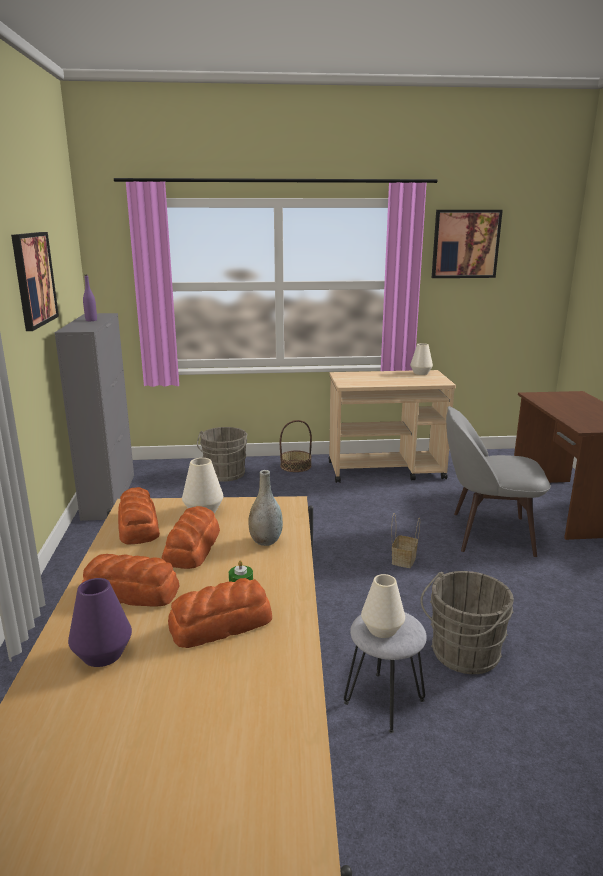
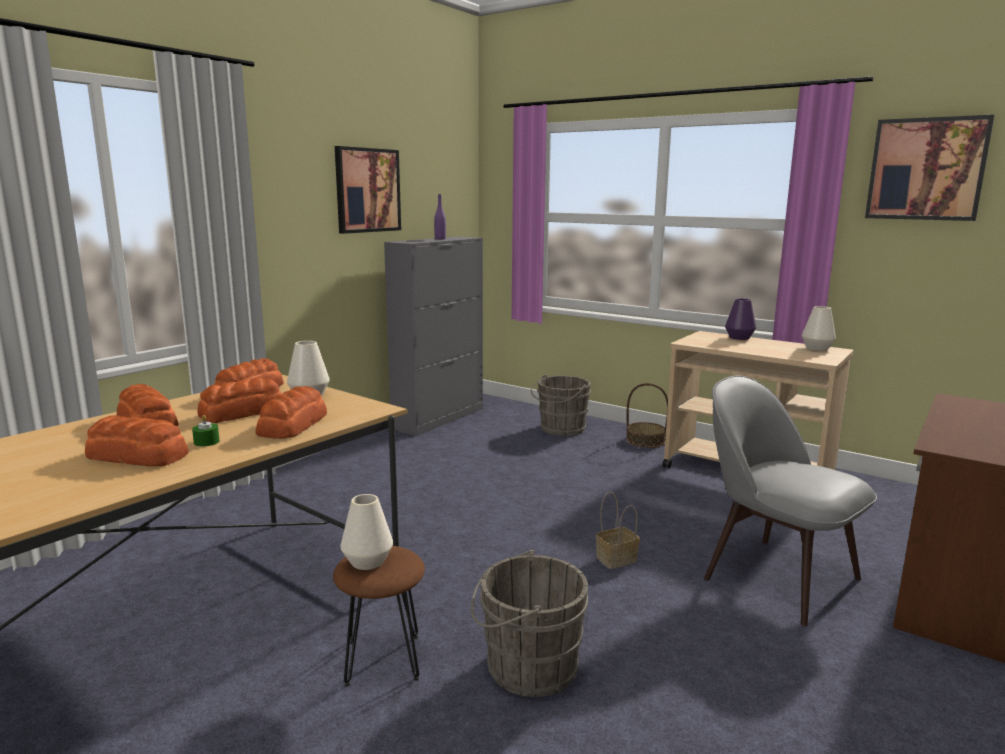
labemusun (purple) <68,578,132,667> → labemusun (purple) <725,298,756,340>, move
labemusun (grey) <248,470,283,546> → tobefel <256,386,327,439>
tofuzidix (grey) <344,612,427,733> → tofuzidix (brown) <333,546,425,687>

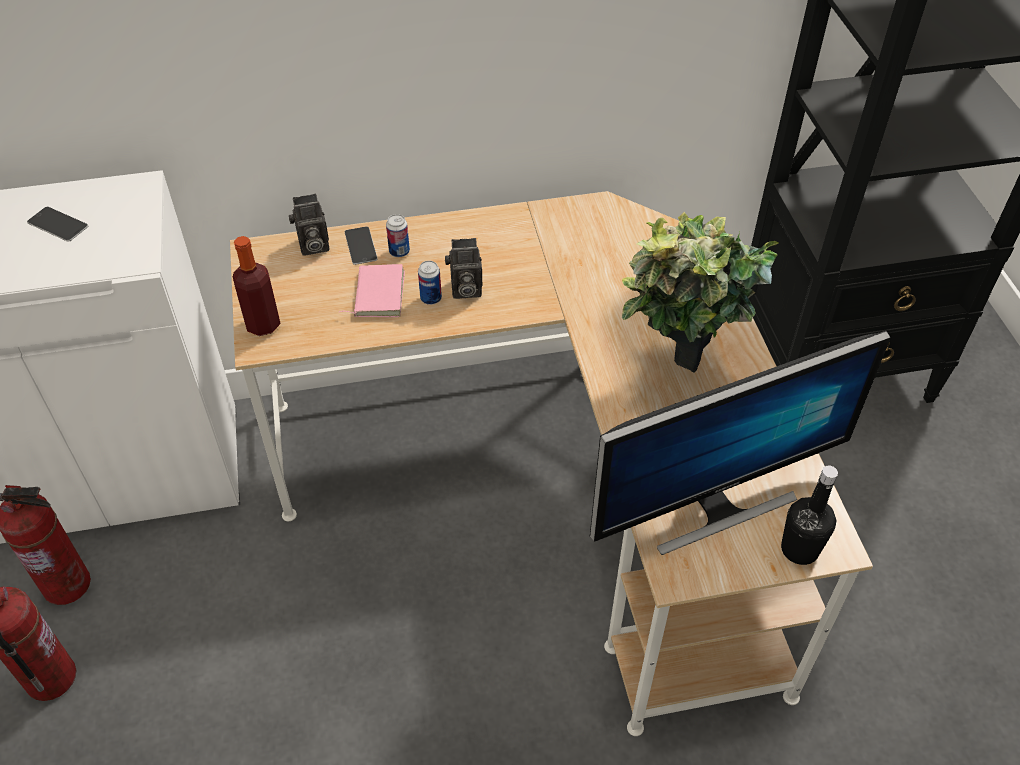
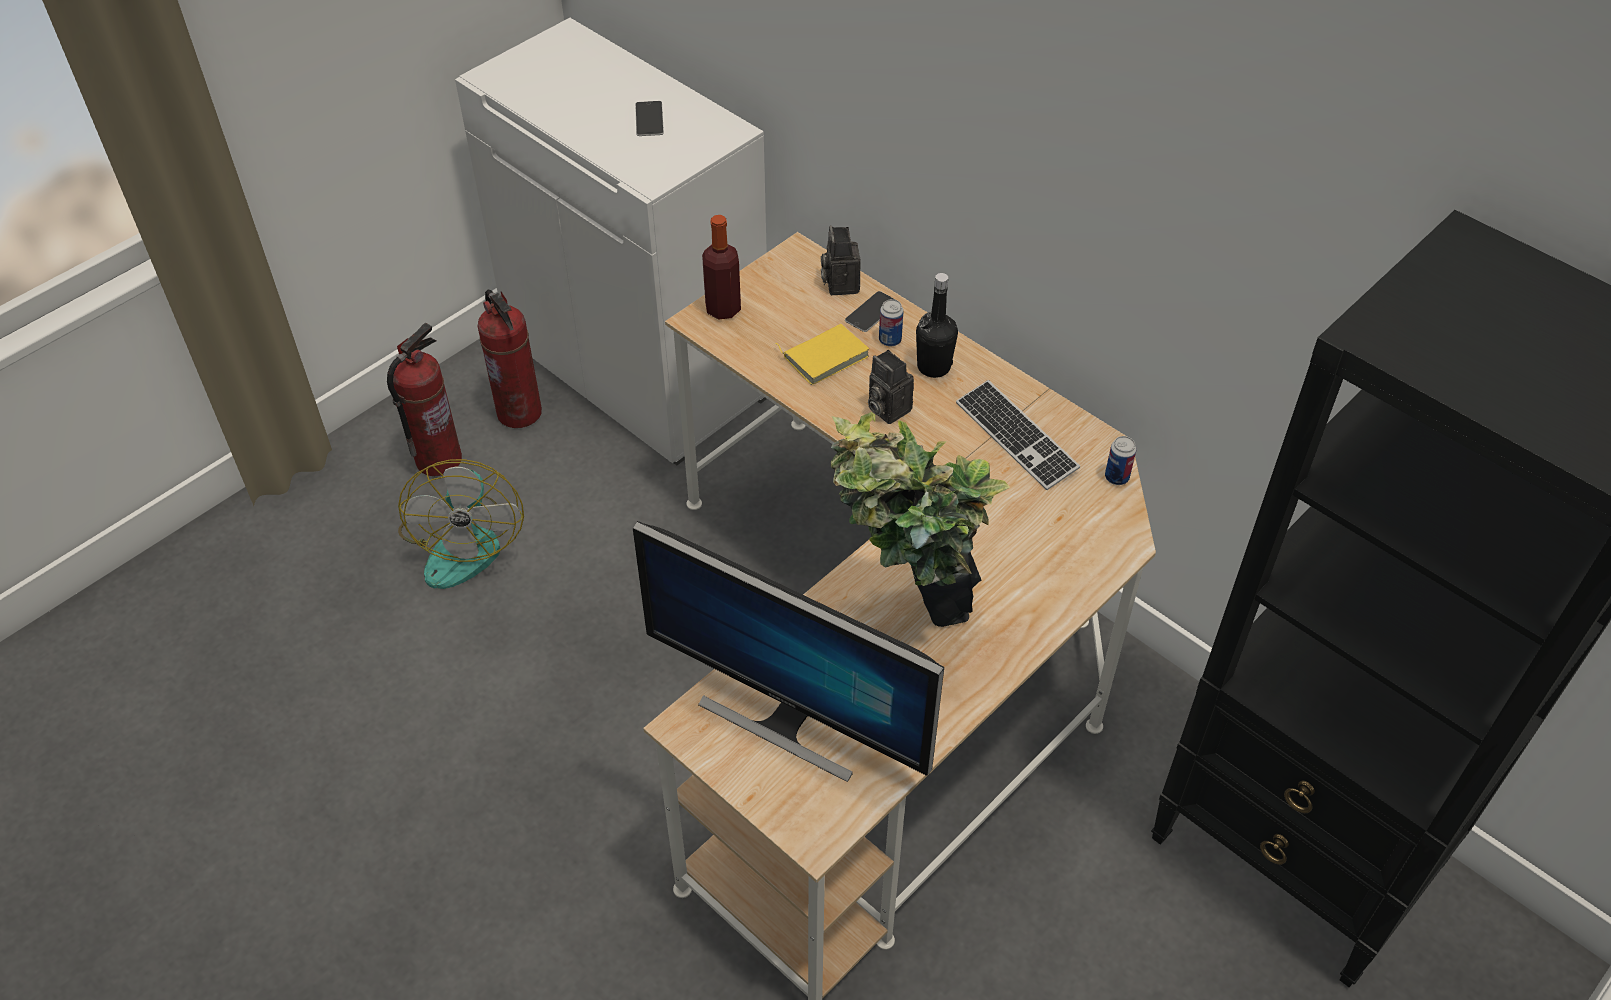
- → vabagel <398,459,524,589>
- → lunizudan <956,380,1080,490>
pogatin <418,261,442,305> → pogatin <1105,436,1136,485>, move
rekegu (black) <781,465,838,565> → rekegu (black) <916,273,958,378>, move
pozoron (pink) <339,264,405,317> → pozoron (yellow) <775,324,869,385>
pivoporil <289,193,329,255> → pivoporil <821,225,861,295>, 45 degrees clockwise

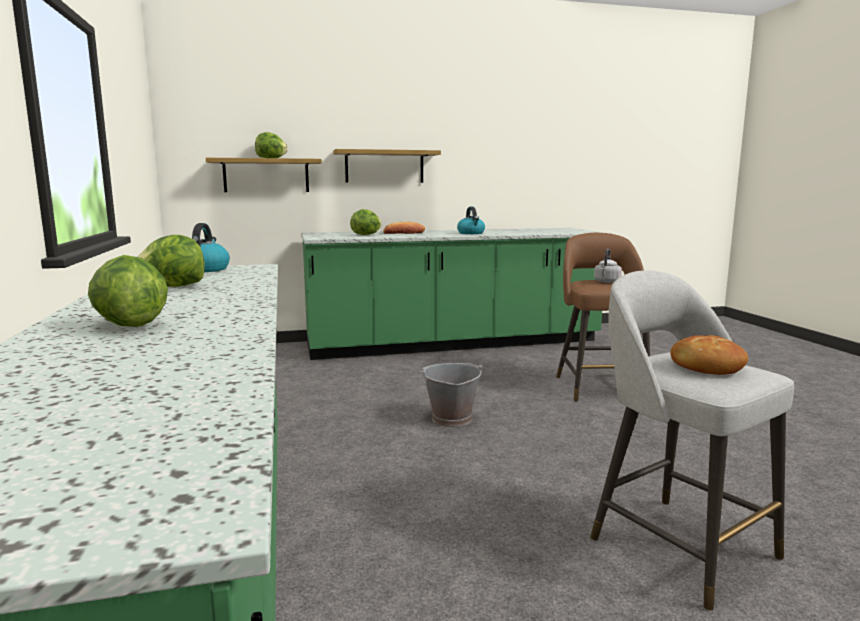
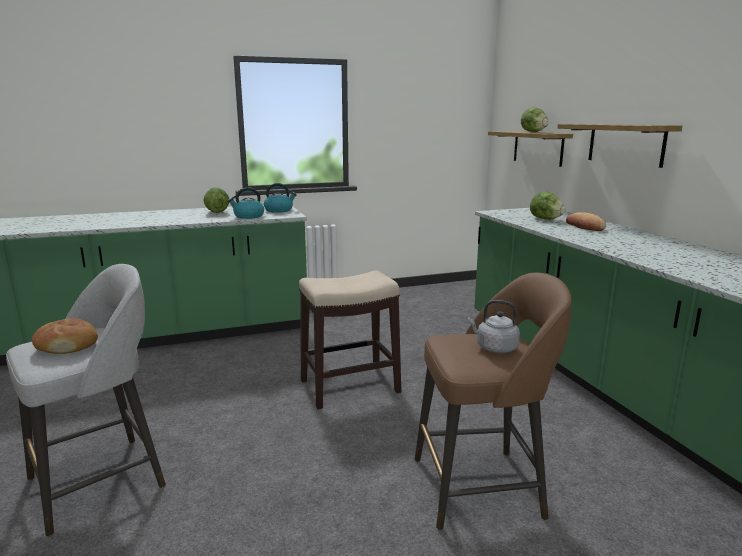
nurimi <88,255,168,327> → -
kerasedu <457,207,485,234> → kerasedu <228,187,264,219>, move
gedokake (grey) <420,363,483,427> → tofuzidix <299,270,401,409>

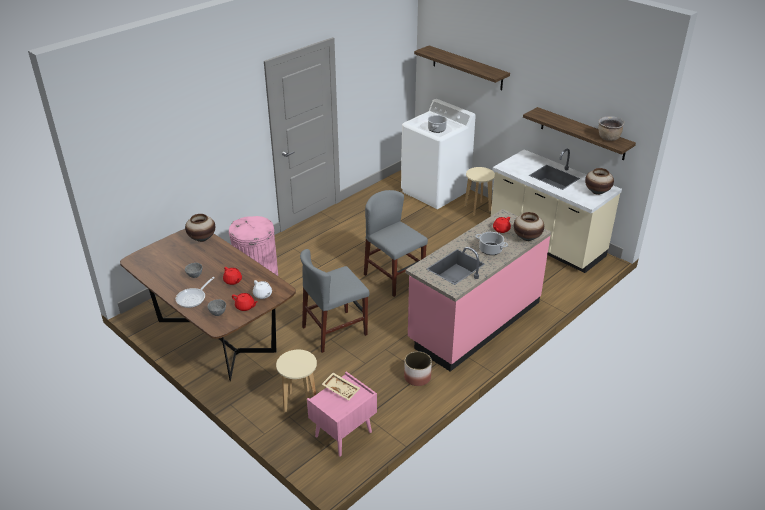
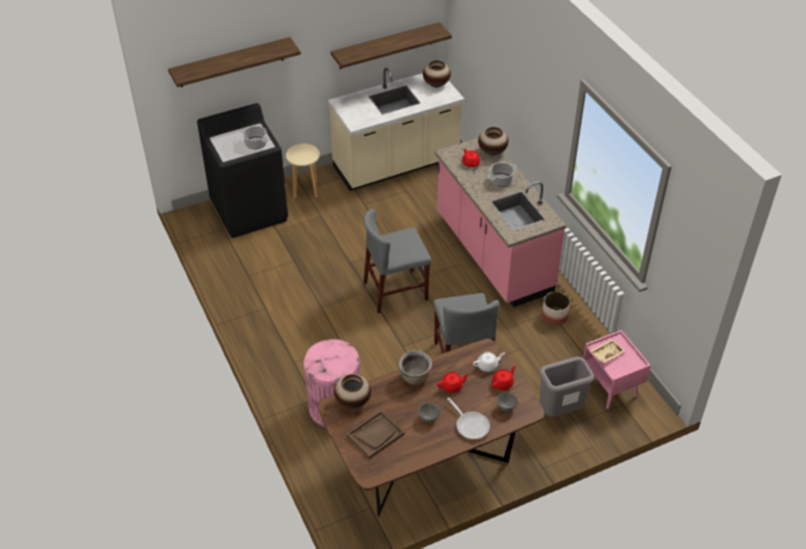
- → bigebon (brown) <347,410,405,459>
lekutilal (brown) <598,116,625,141> → lekutilal (brown) <399,350,432,385>, move
tofuzidix (beige) <276,350,317,413> → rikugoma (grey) <540,357,594,417>
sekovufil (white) <401,99,476,209> → sekovufil (black) <197,103,288,238>

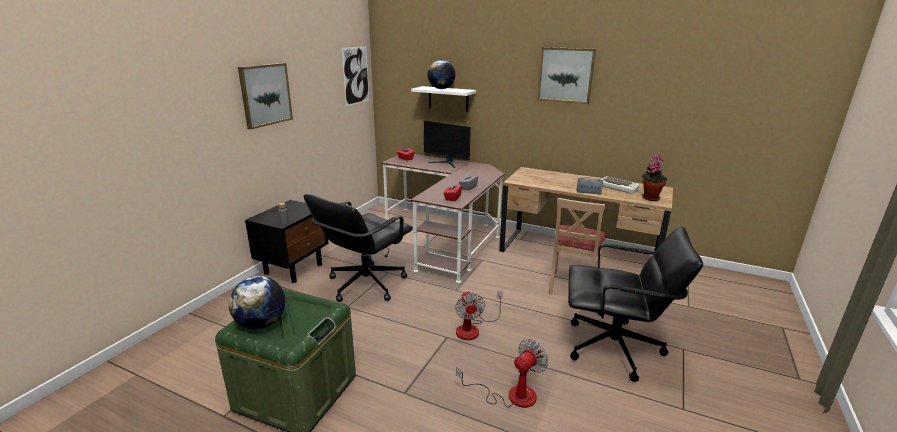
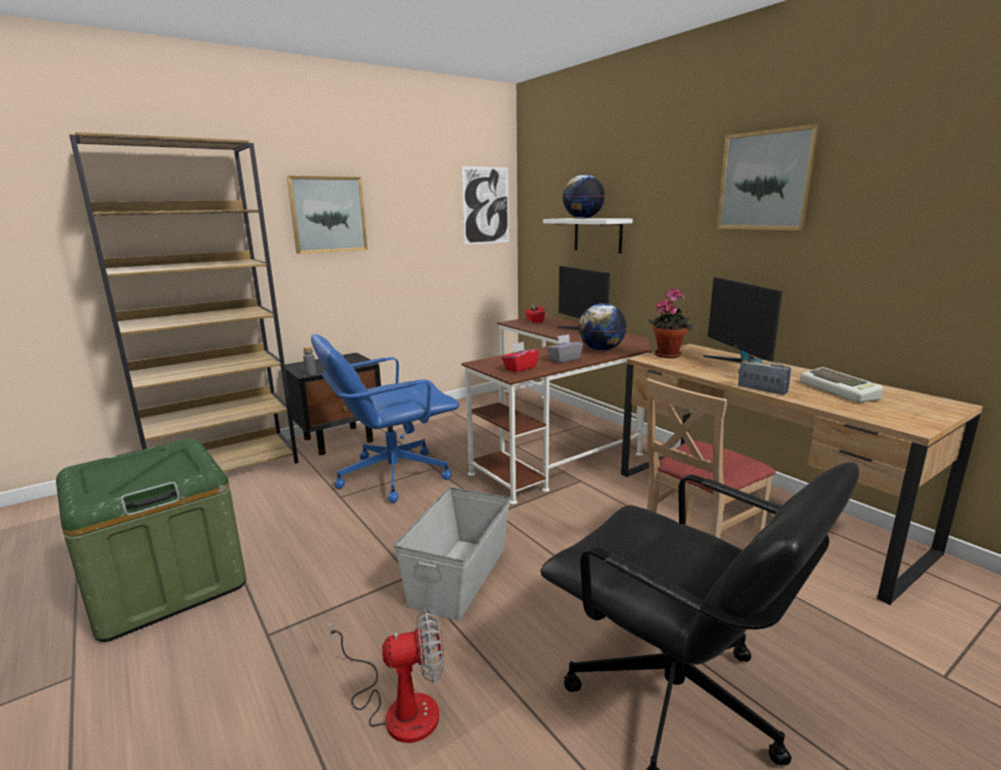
- → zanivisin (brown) <69,132,298,472>
- → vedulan <703,277,783,373>
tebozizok <229,276,285,329> → tebozizok <578,303,626,351>, move
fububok <642,154,667,201> → fububok <649,288,693,358>, move
vabagel <455,291,503,340> → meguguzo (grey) <394,487,510,621>
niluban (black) <304,194,413,302> → niluban (blue) <311,334,459,503>

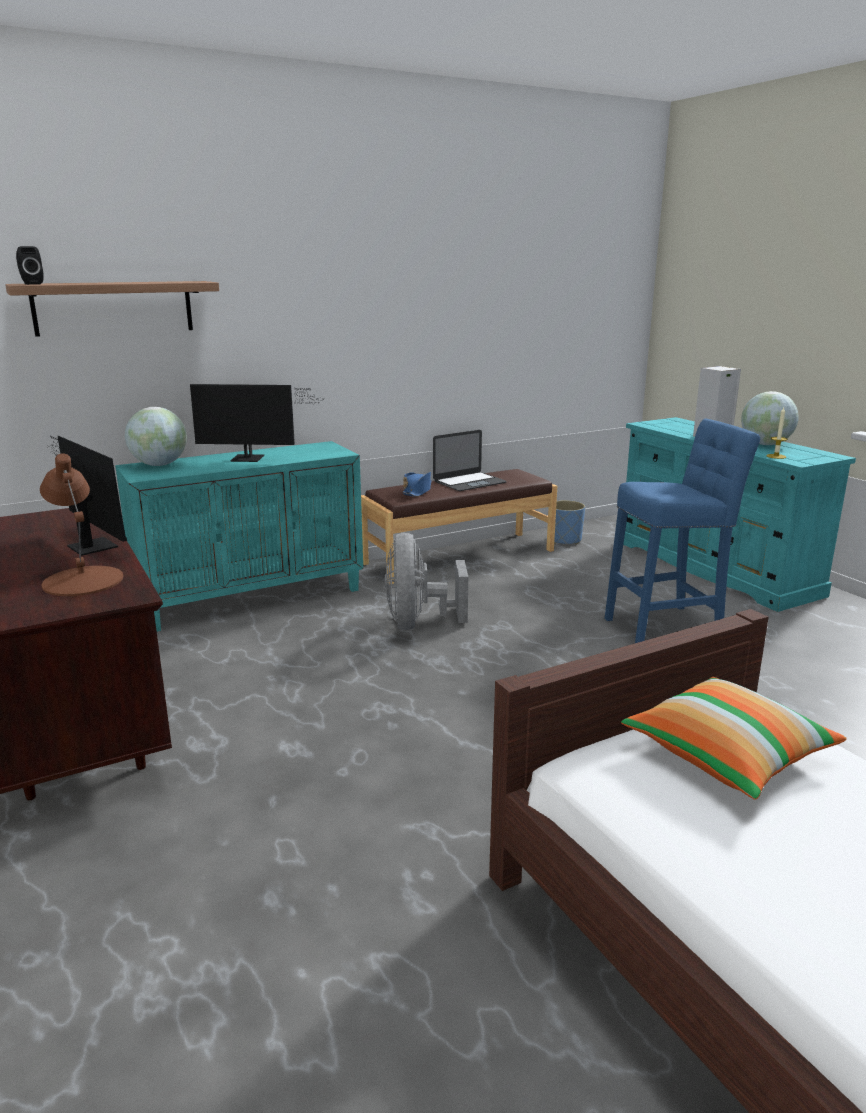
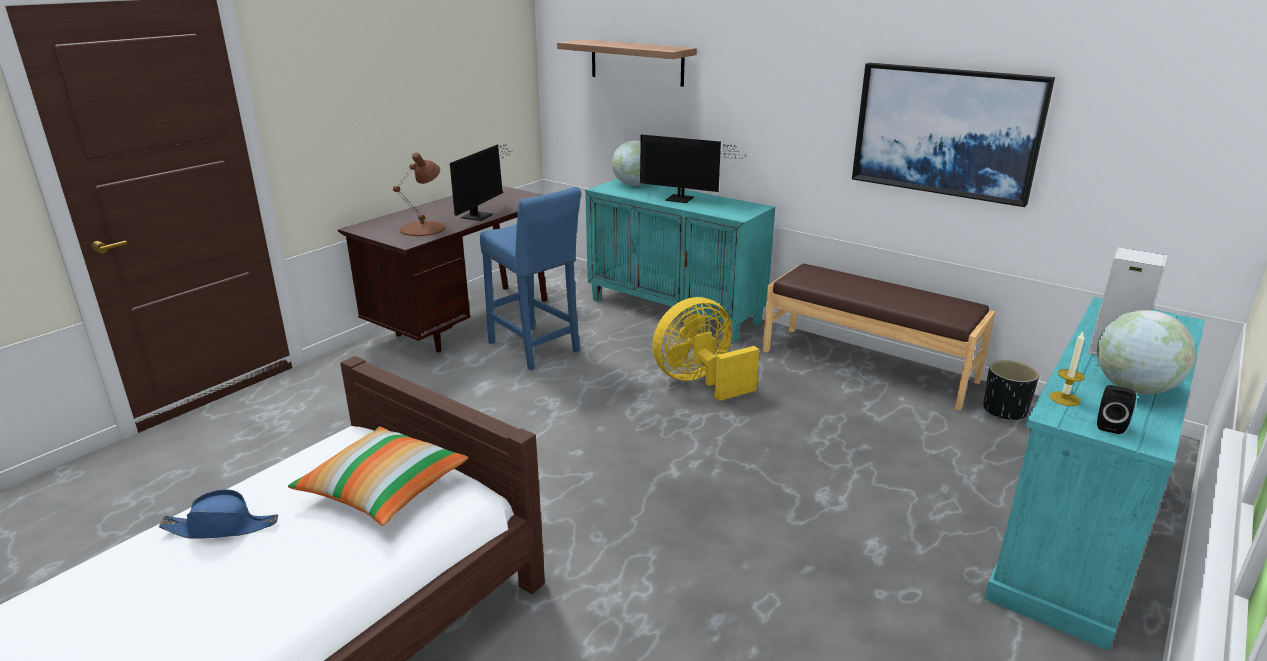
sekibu <433,430,507,491> → -
- → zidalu <852,63,1055,207>
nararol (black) <16,246,44,285> → nararol (black) <1097,385,1136,434>, move
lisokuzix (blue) <403,472,432,497> → lisokuzix (blue) <159,489,278,538>, move
tofuzidix (blue) <605,418,760,643> → tofuzidix (blue) <480,187,581,370>, move
vabagel (grey) <385,533,468,630> → vabagel (yellow) <652,297,759,401>
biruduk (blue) <554,500,585,545> → biruduk (black) <983,360,1039,421>
vedulan <190,384,324,462> → vedulan <640,134,748,203>, 45 degrees counterclockwise

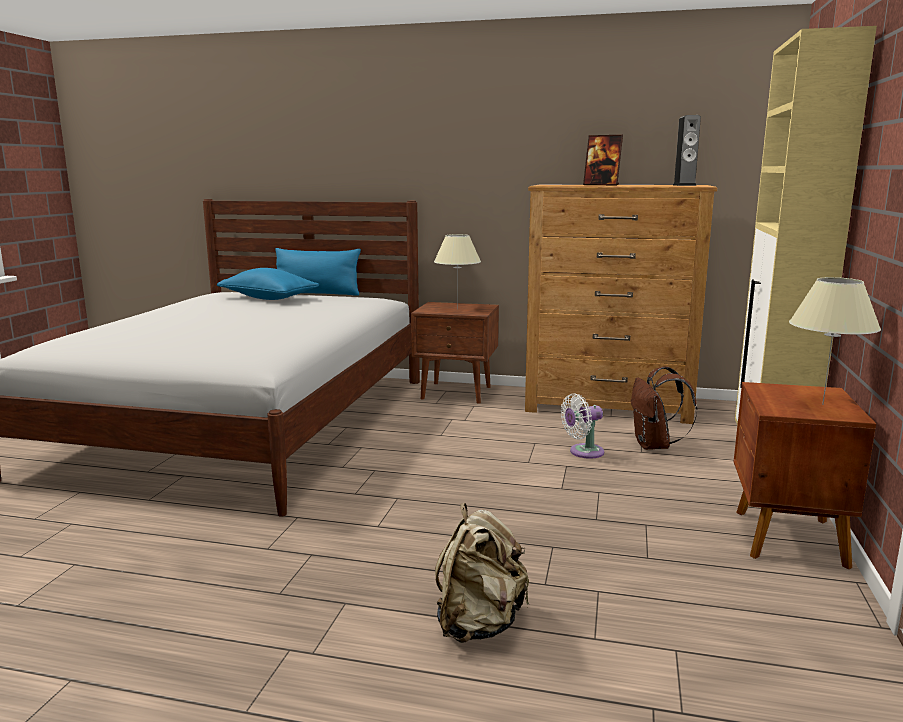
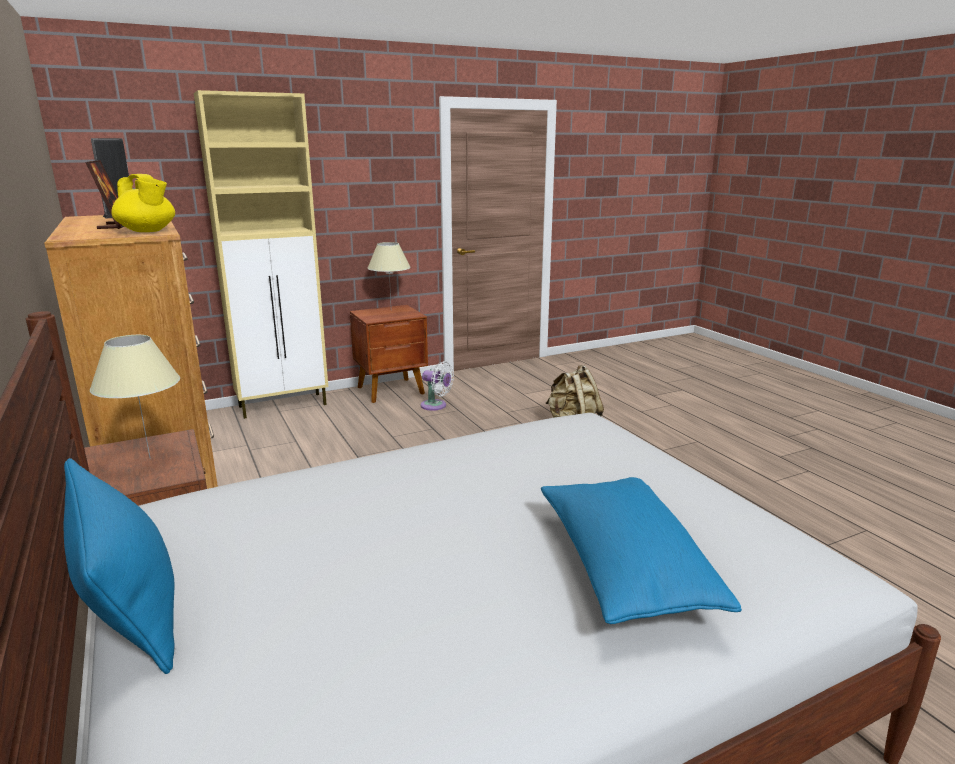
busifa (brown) <631,366,697,450> → -
- → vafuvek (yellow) <111,174,175,232>
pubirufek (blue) <217,268,319,300> → pubirufek (blue) <541,477,742,624>, move
vabagel (white) <561,393,604,459> → vabagel (white) <420,361,454,411>, move

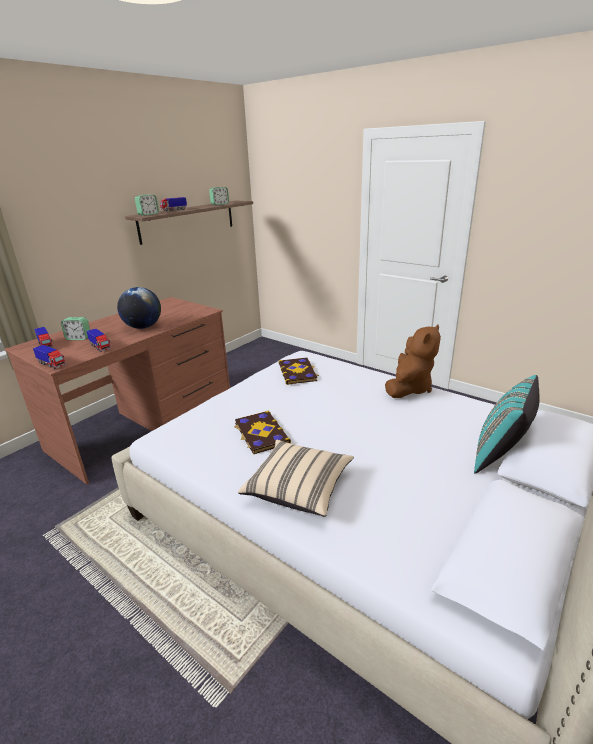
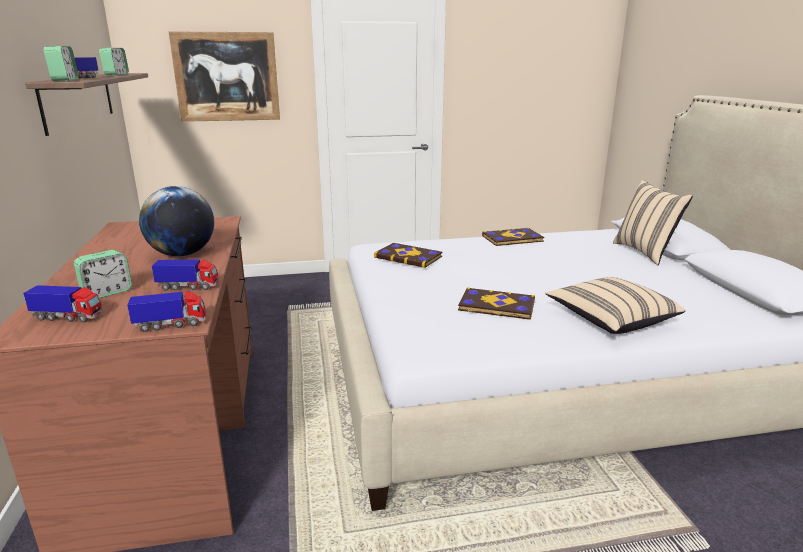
- → zidalu <169,31,280,122>
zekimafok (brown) <385,324,441,398> → pozoron <482,227,544,246>
pubirufek (turquoise) <474,375,540,474> → pubirufek (beige) <613,180,693,265>

